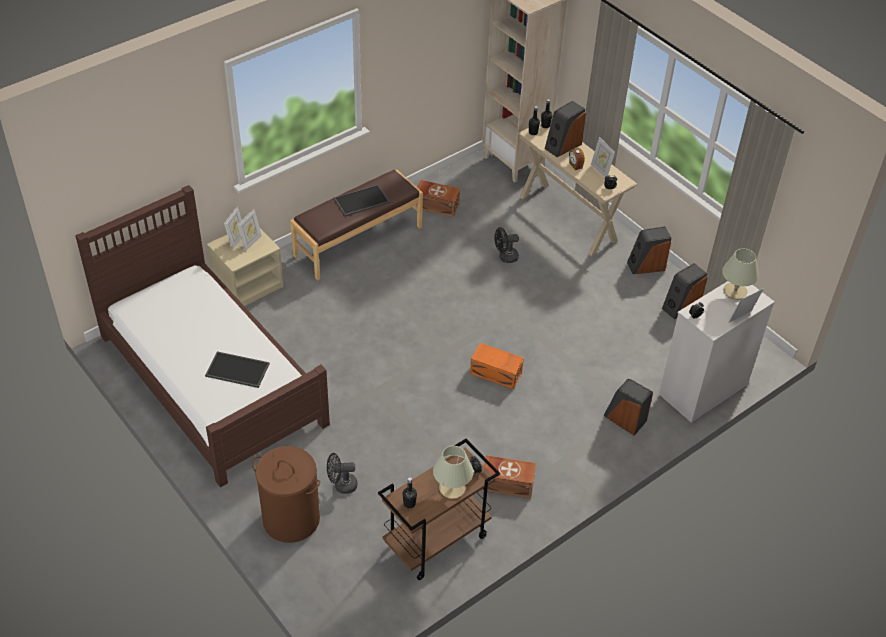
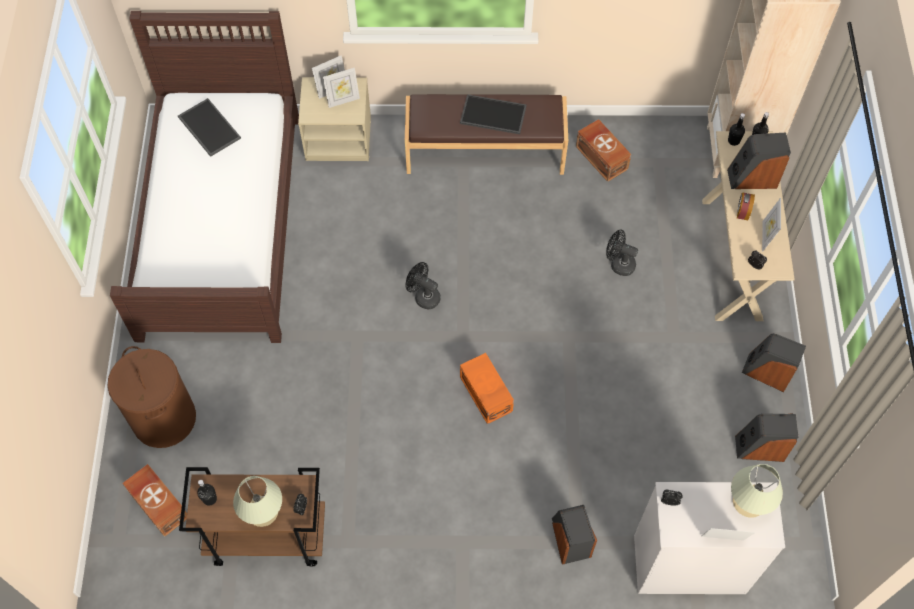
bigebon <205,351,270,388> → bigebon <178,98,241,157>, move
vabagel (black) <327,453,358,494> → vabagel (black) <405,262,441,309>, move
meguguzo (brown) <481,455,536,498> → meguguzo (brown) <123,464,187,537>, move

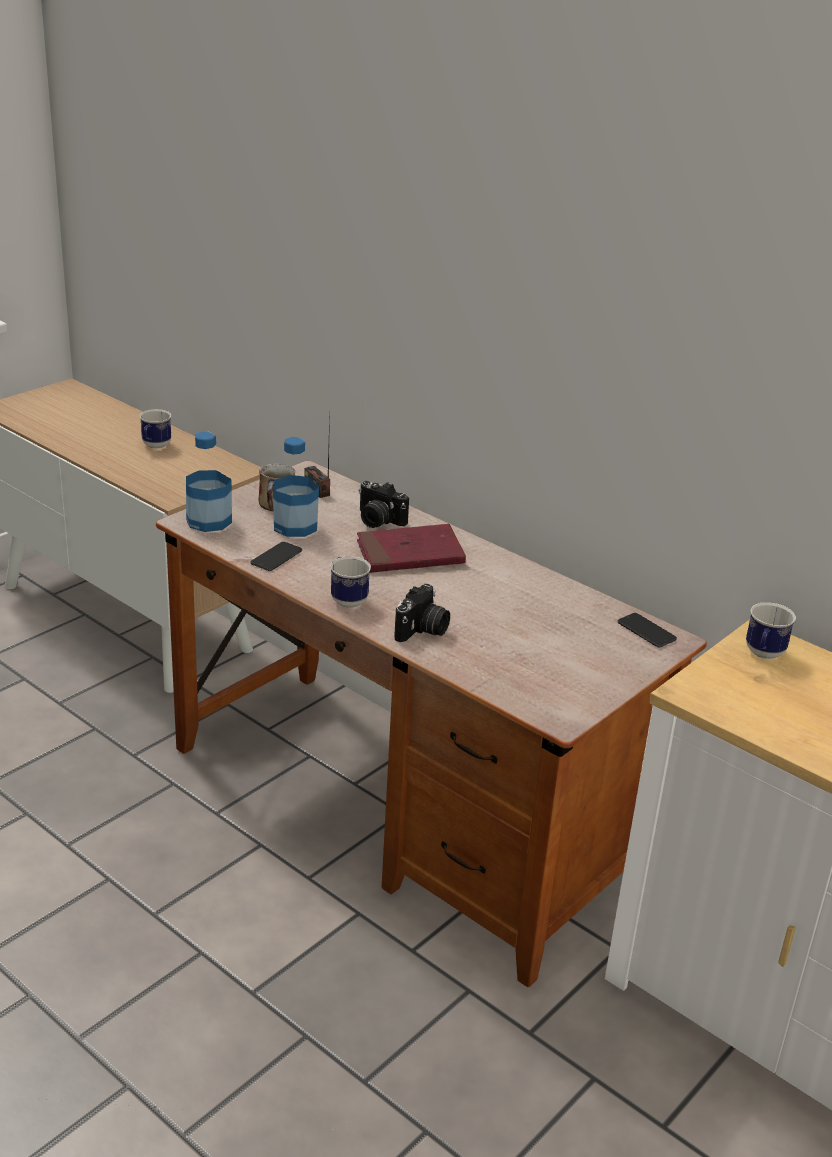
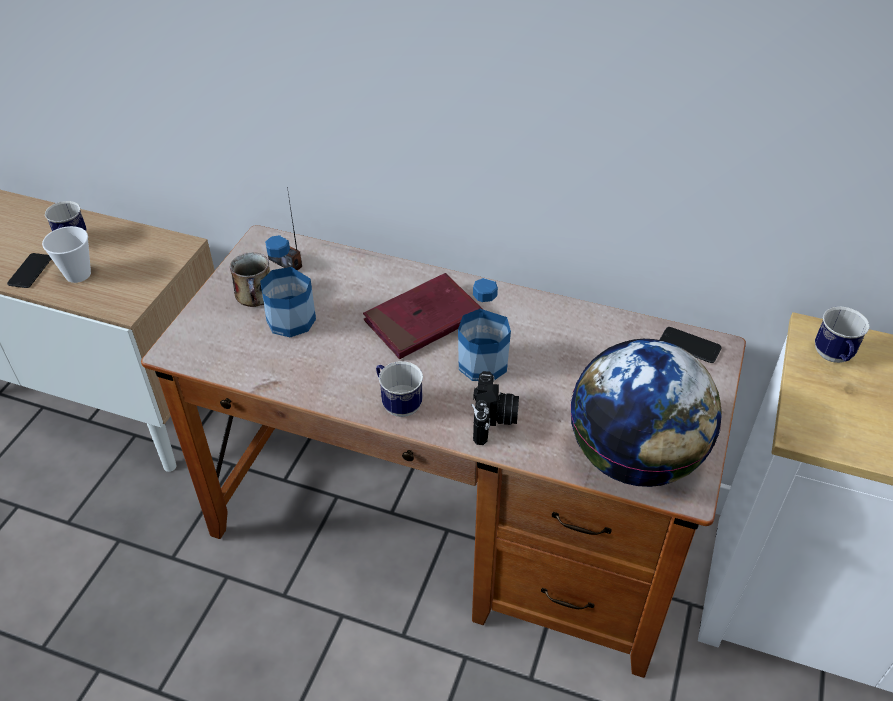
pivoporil <359,481,409,528> → -
- → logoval <42,226,91,283>
- → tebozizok <570,339,722,487>
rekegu <186,432,232,532> → rekegu <458,278,511,381>, move
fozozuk <250,542,302,571> → fozozuk <7,253,51,288>, move

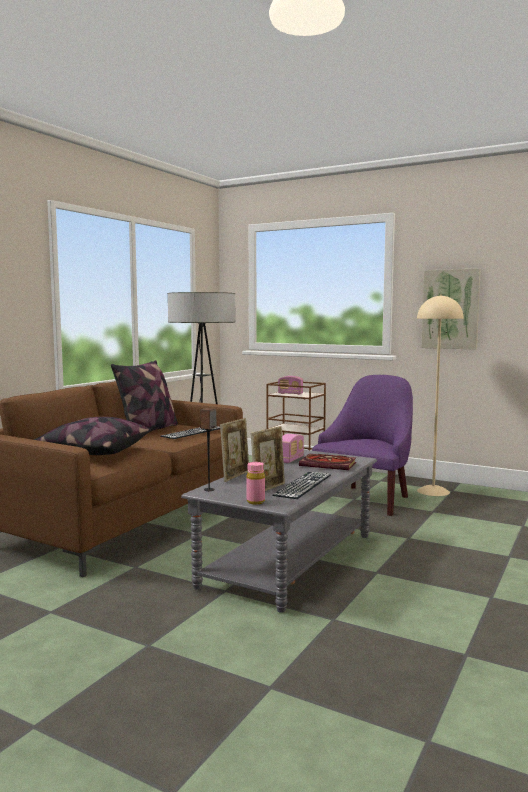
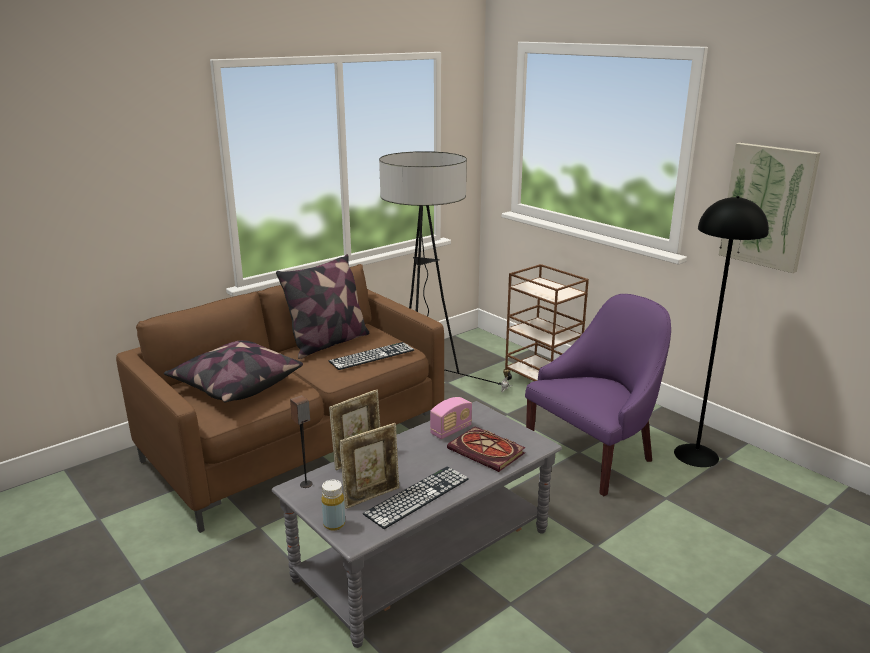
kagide <278,376,303,395> → -
rekegu (pink) <246,462,265,504> → rekegu (yellow) <321,480,345,531>
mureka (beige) <417,295,464,496> → mureka (black) <674,196,769,467>

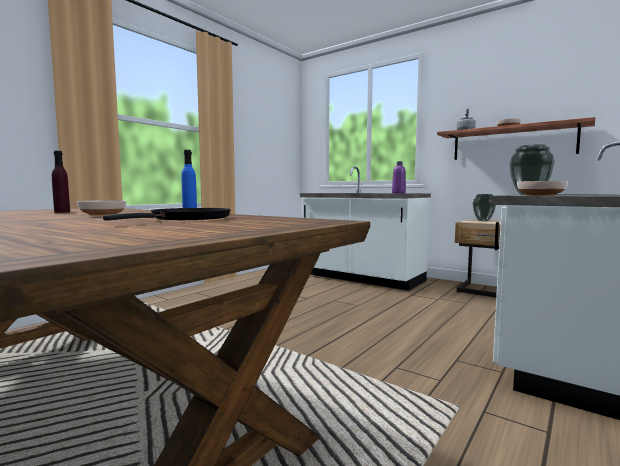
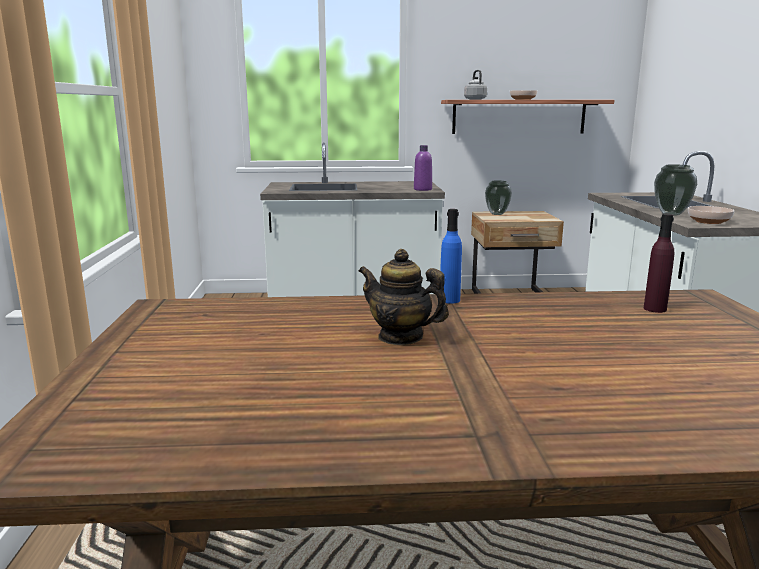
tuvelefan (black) <103,208,231,221> → -
rekegu (purple) <52,151,70,213> → rekegu (purple) <644,214,674,313>, move
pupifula <77,200,127,215> → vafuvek <358,249,449,345>

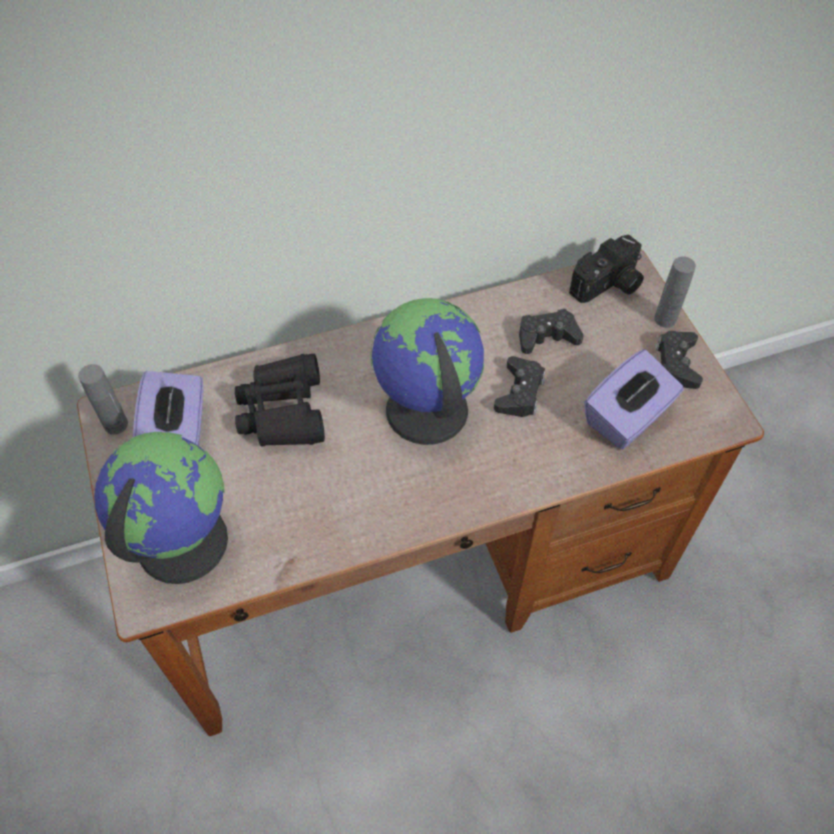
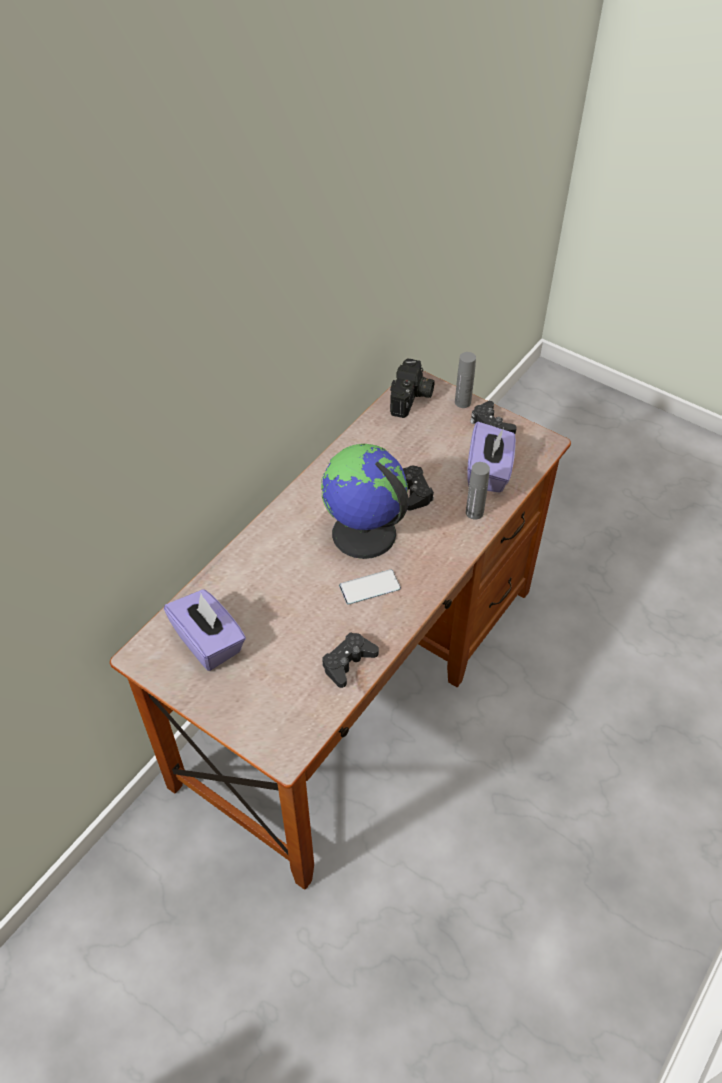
tebozizok <94,432,228,584> → -
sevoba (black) <235,354,325,447> → -
- → fozozuk <339,569,401,604>
rekegu (grey) <78,364,128,435> → rekegu (grey) <466,462,490,520>, move
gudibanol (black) <519,309,584,354> → gudibanol (black) <322,632,379,688>, move

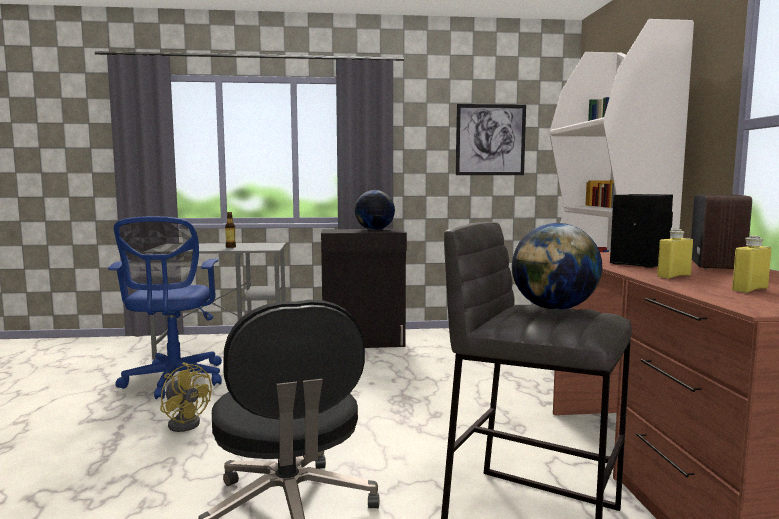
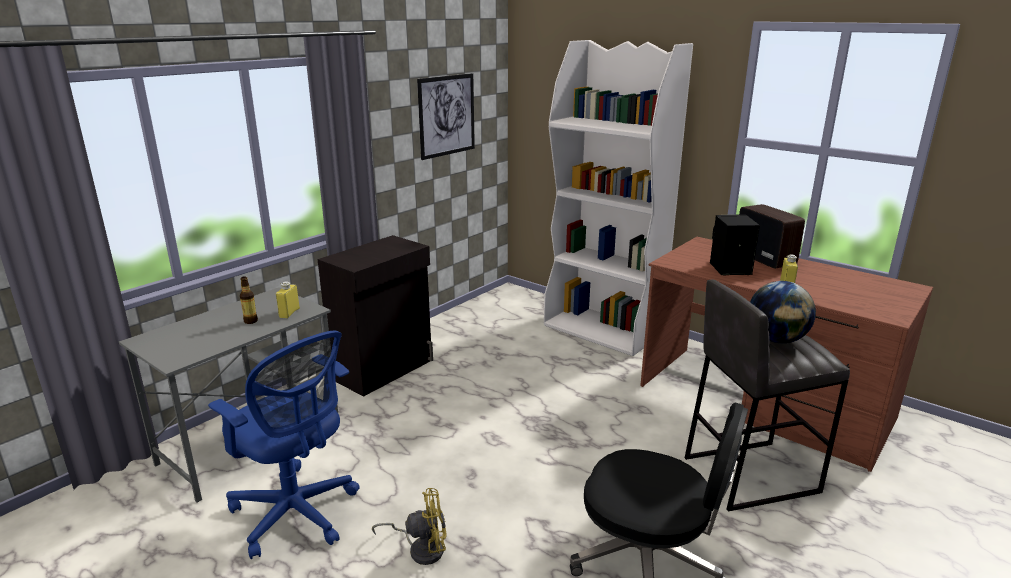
tebozizok <355,190,395,230> → -
rekegu (yellow) <732,236,771,293> → rekegu (yellow) <276,281,300,318>, move

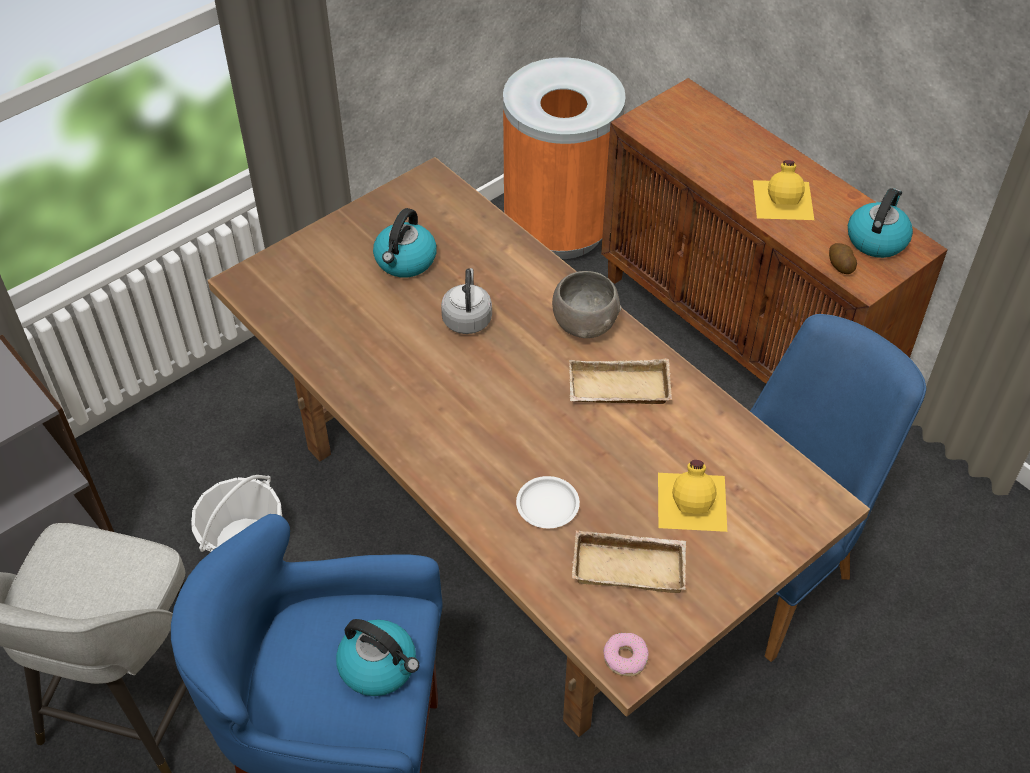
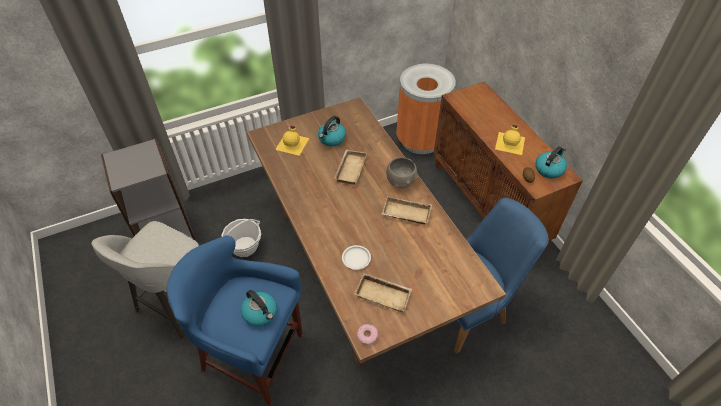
rekegu (yellow) <658,460,727,532> → rekegu (yellow) <275,126,309,156>, move
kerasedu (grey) <441,268,492,334> → bigebon (beige) <334,150,367,185>

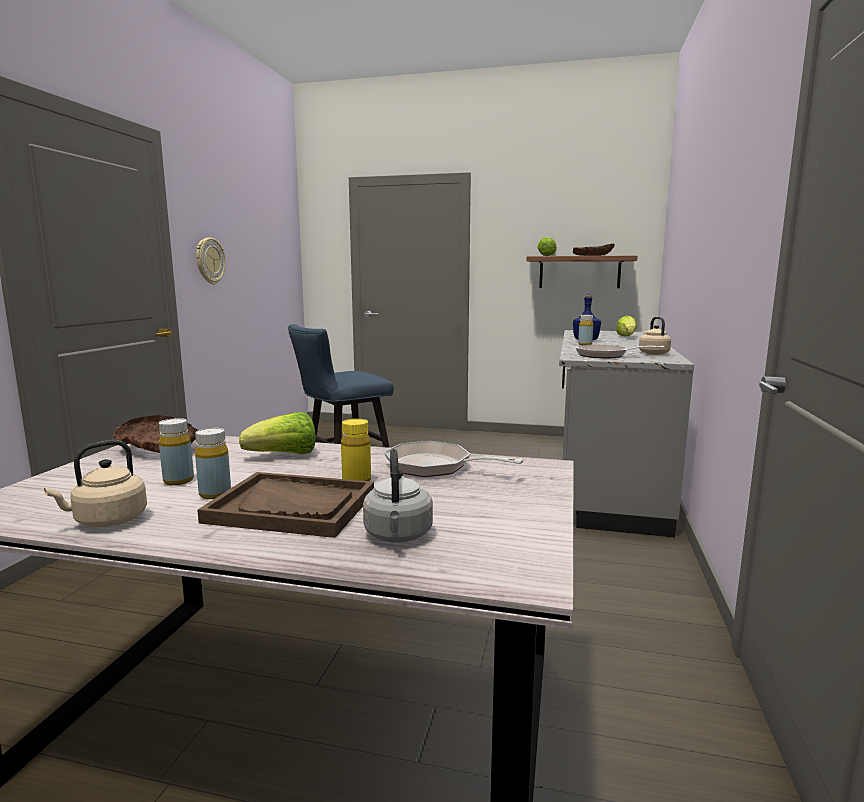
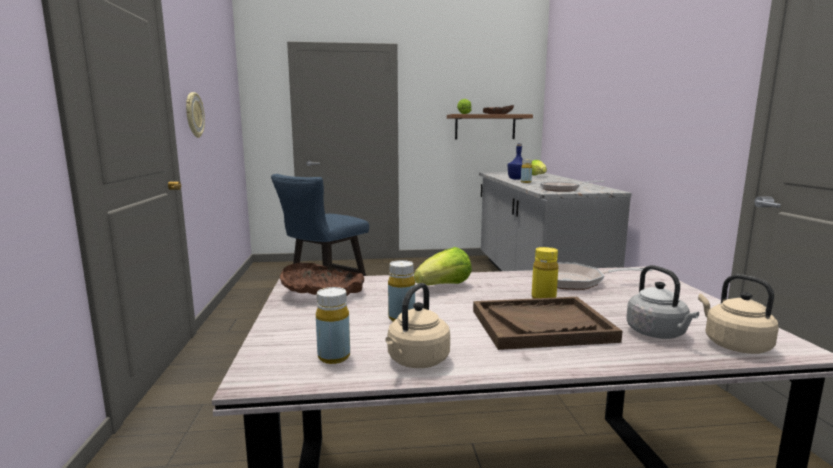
rekegu (yellow) <195,428,231,499> → rekegu (yellow) <316,287,350,364>, move
kerasedu (beige) <639,317,671,355> → kerasedu (beige) <698,274,779,354>, move

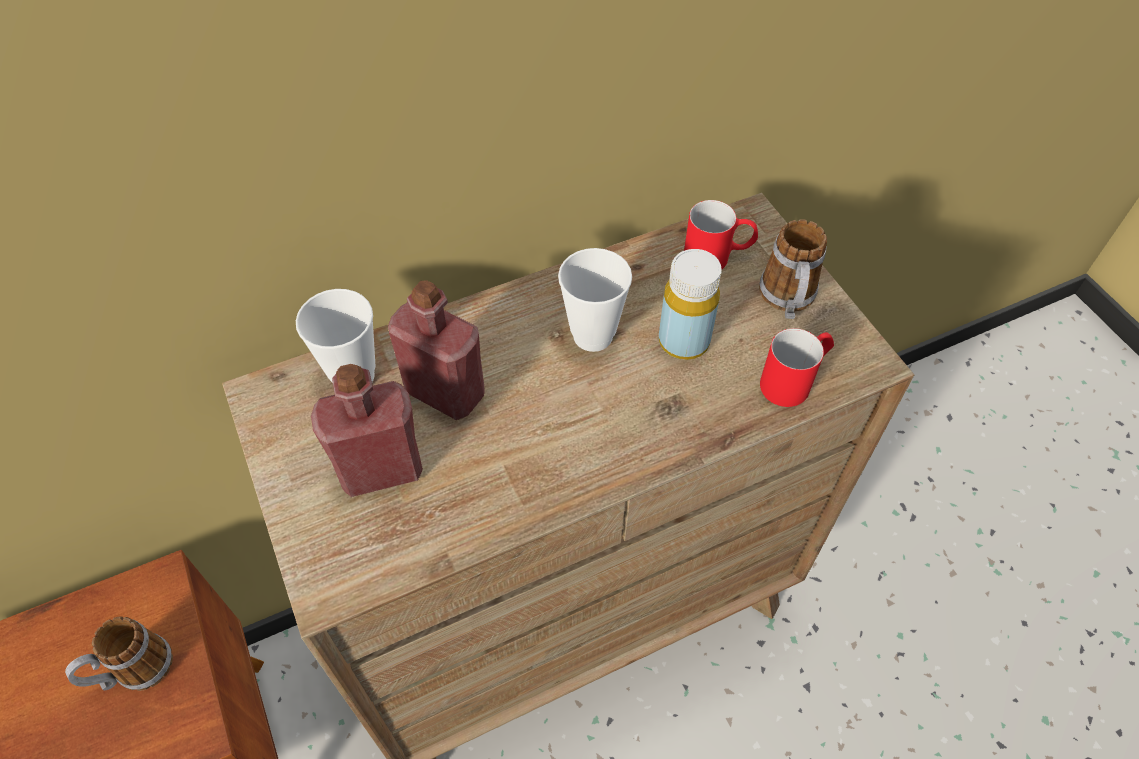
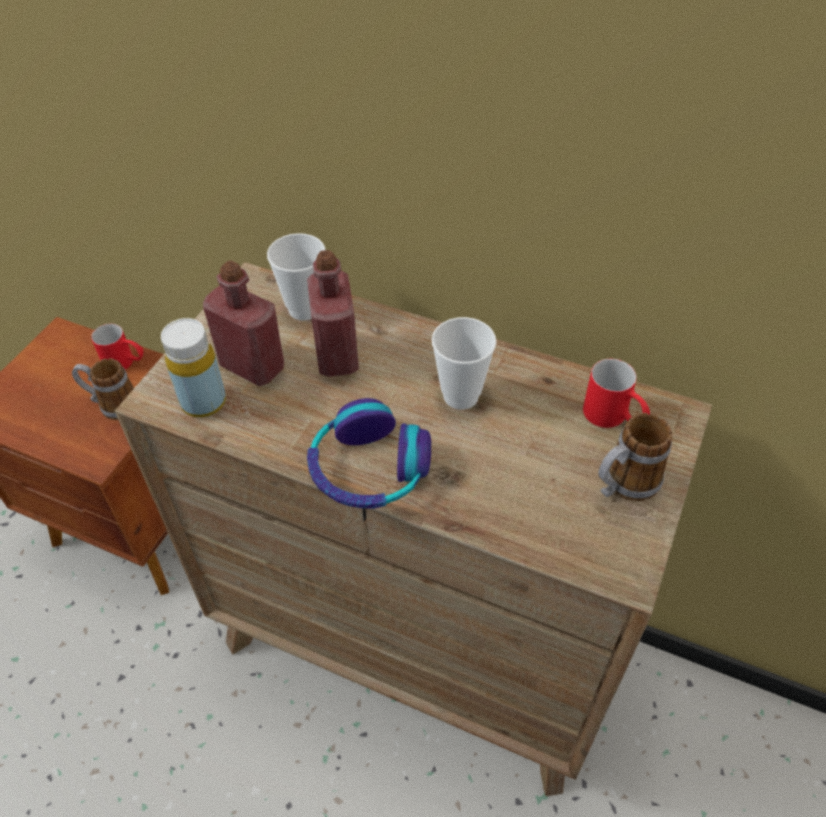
- → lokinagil <307,398,431,509>
rekegu (yellow) <659,249,722,360> → rekegu (yellow) <161,318,226,417>, move
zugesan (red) <760,328,834,407> → zugesan (red) <91,324,143,369>, move

